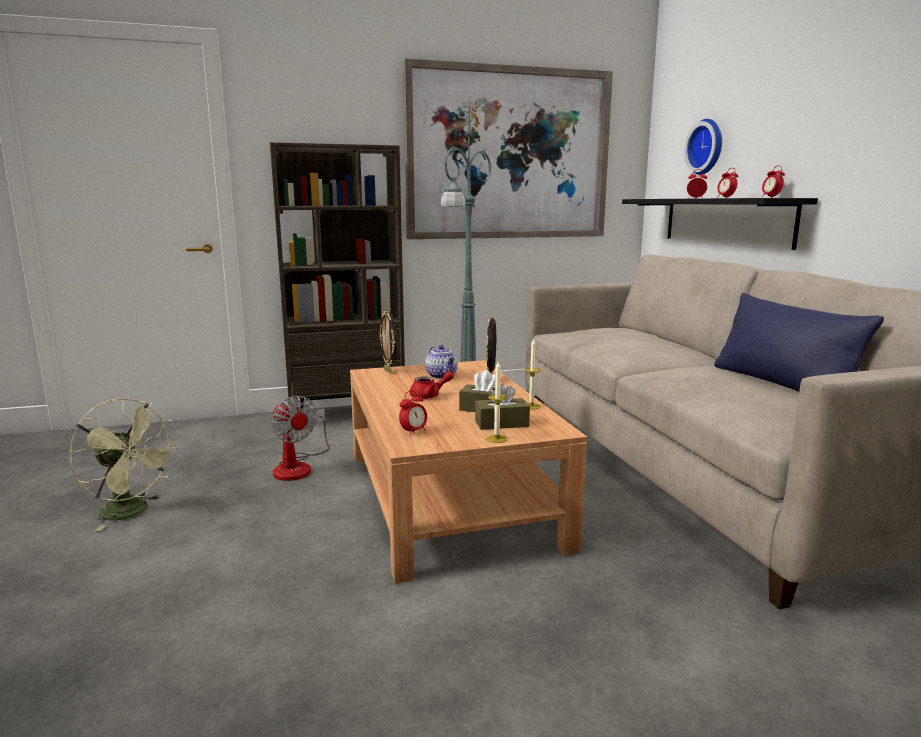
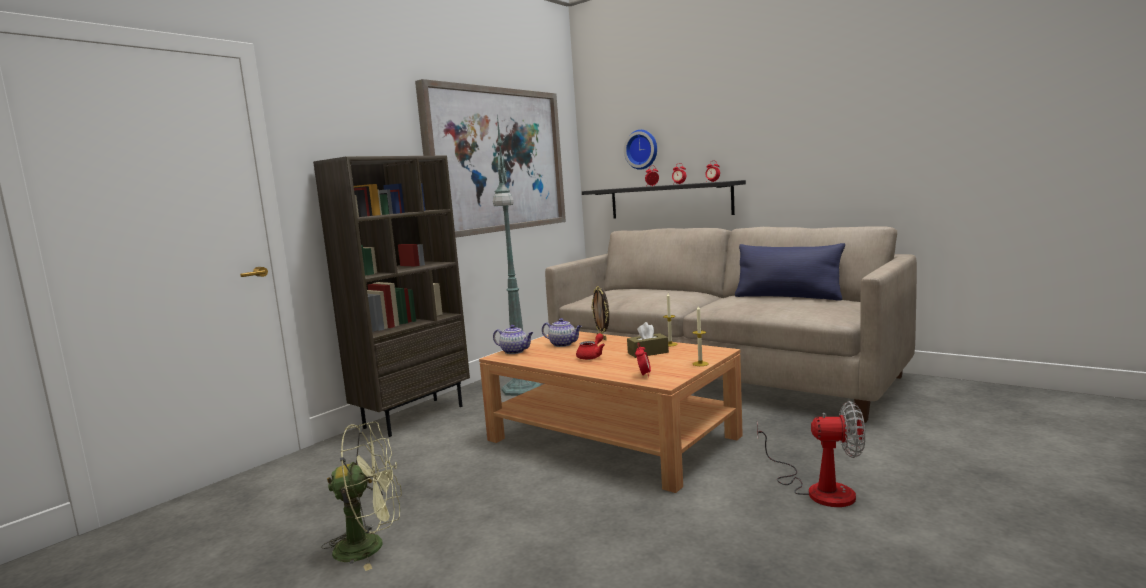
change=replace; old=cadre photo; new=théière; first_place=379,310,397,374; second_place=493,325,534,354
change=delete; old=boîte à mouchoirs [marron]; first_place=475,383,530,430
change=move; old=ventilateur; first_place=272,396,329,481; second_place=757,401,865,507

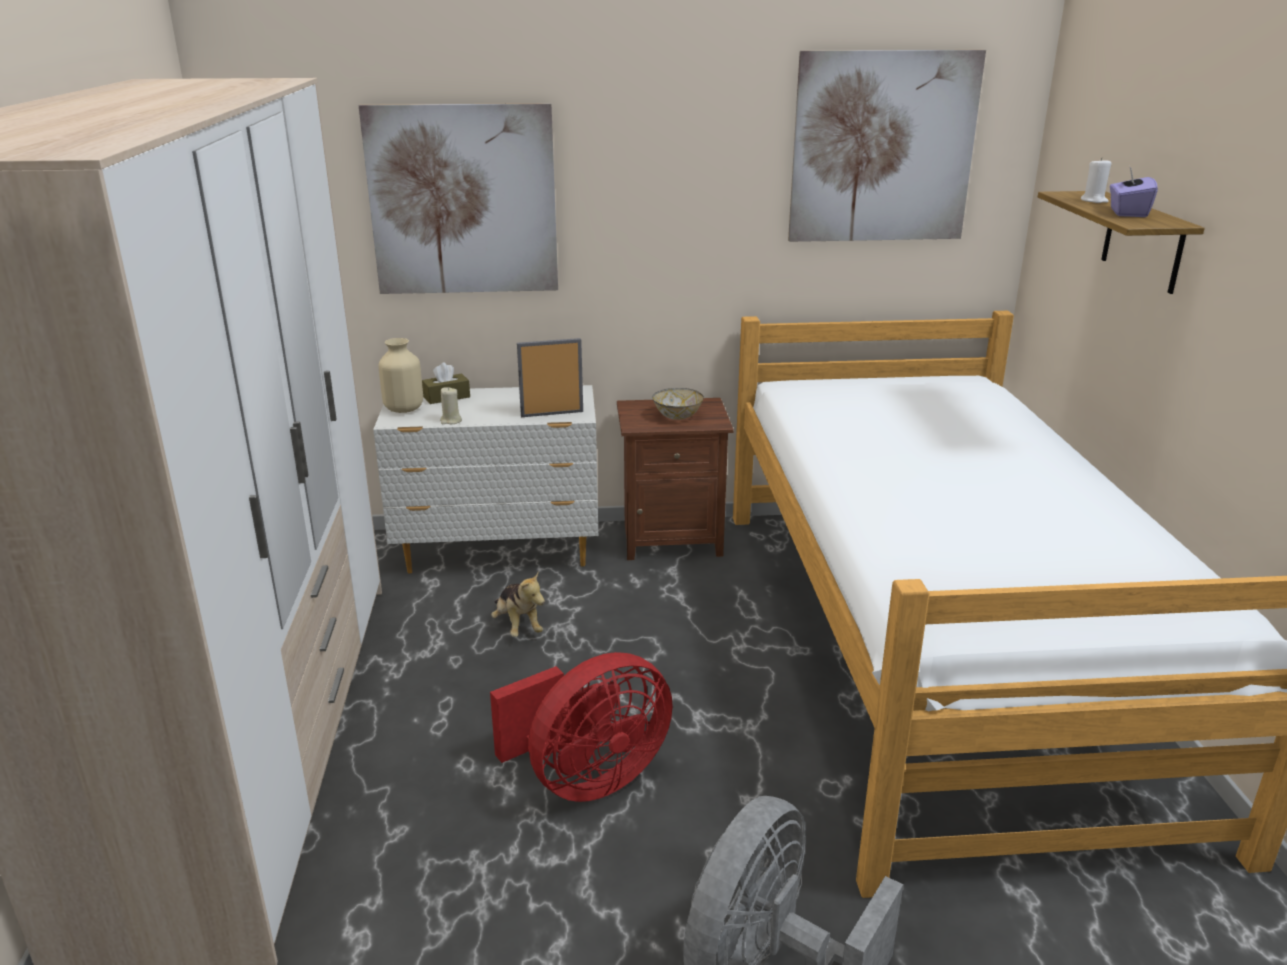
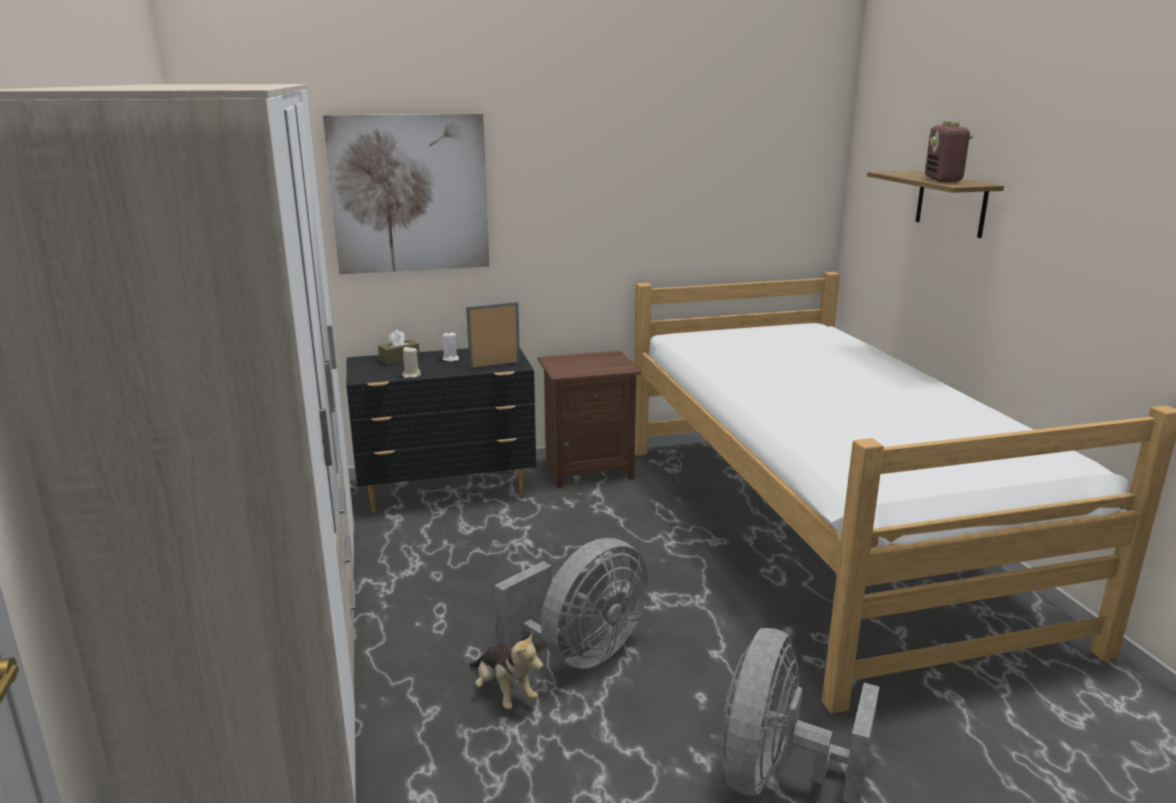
change=delete; old=tableau; first_place=788,50,986,242
change=move; old=bougie [blanc]; first_place=1081,157,1111,203; second_place=442,333,459,362
change=replace; old=boîte à mouchoirs [violet]; new=radio; first_place=1110,165,1158,217; second_place=925,121,973,182
change=delete; old=vase [beige]; first_place=378,338,423,413
change=recolor; old=commode [blanc]; new=commode [noir]; first_place=373,385,598,573; second_place=346,349,536,513
change=delete; old=bol; first_place=652,388,704,420
change=move; old=peluche; first_place=491,572,545,637; second_place=470,631,543,709
change=recolor; old=ventilateur [rouge]; new=ventilateur [gris]; first_place=490,652,673,802; second_place=495,538,648,669

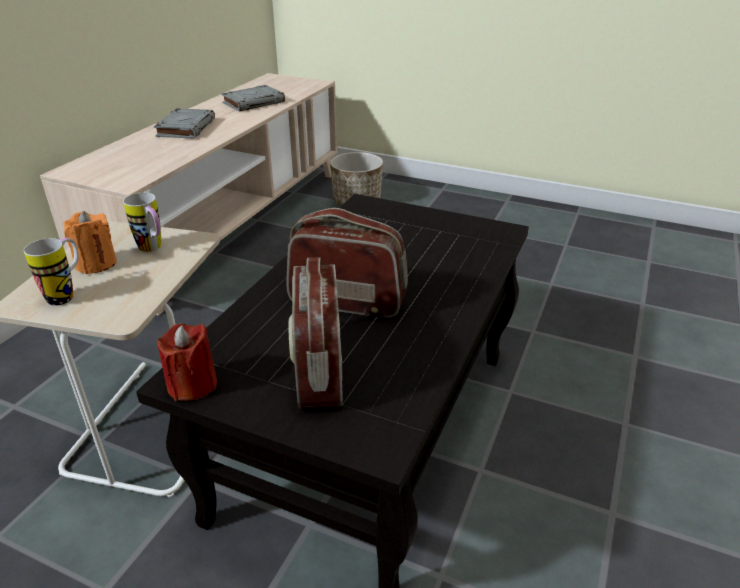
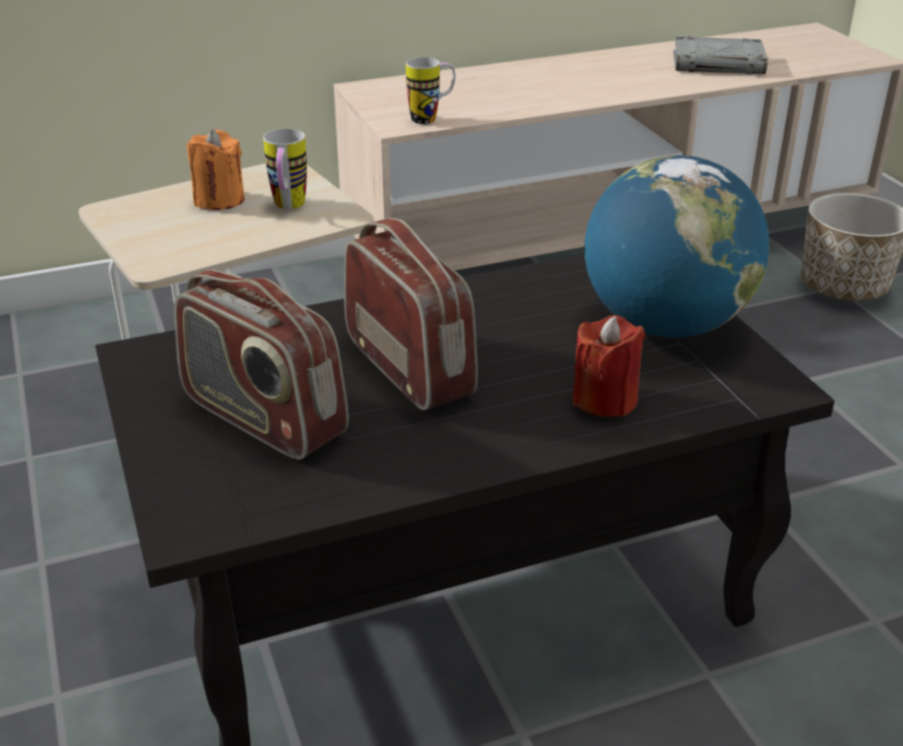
change=delete; old=livre [gris]; first_place=154,108,215,138
change=move; old=mug; first_place=24,238,79,306; second_place=406,57,455,124
change=rotate; old=radio; first_place=289,258,343,409; second_place=174,269,349,460; degrees=-90
change=move; old=bougie [rouge]; first_place=157,323,217,401; second_place=572,315,645,417
change=insert; new=globe; second_place=584,155,769,338

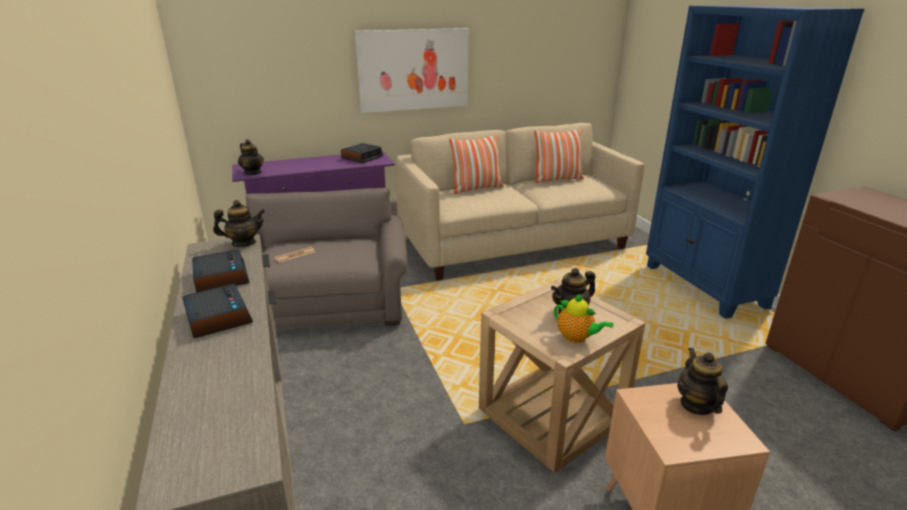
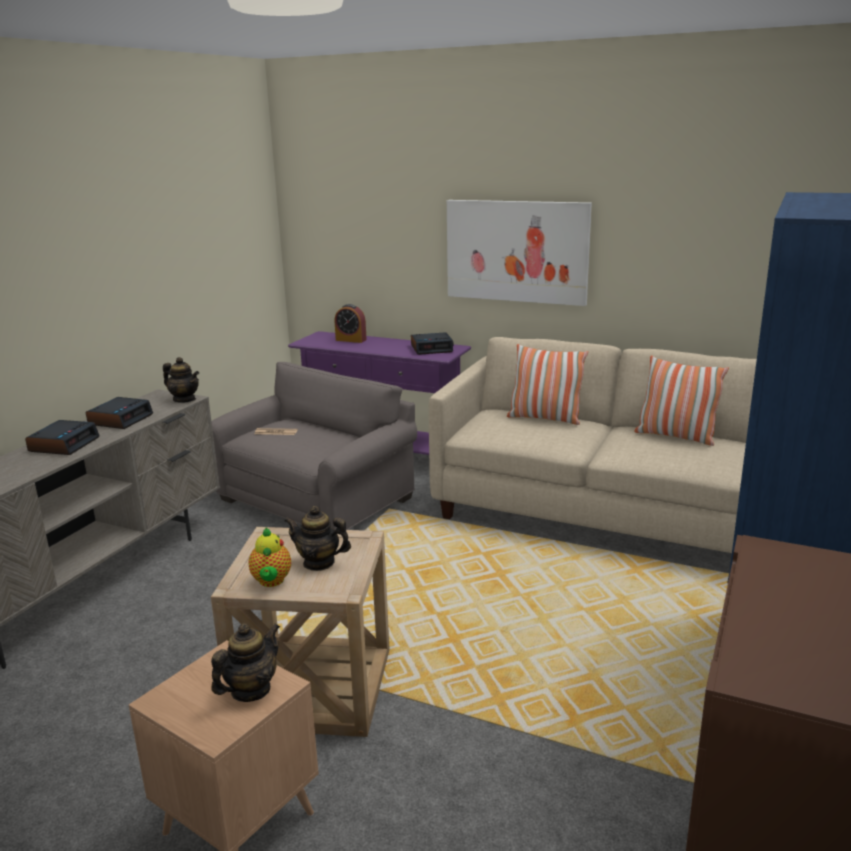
change=delete; old=théière; first_place=238,139,264,175
change=insert; new=réveil; second_place=335,304,367,343

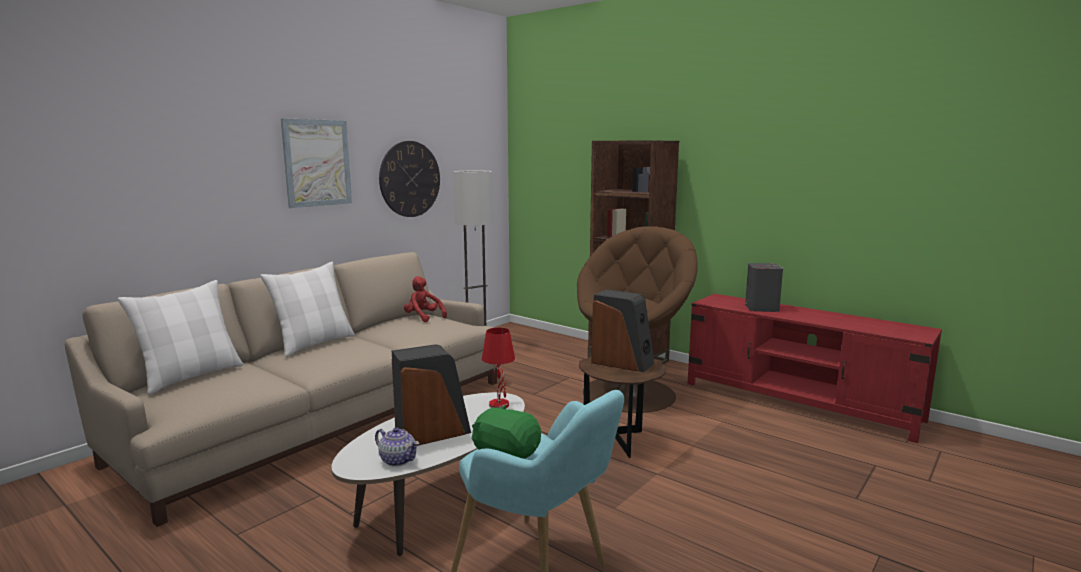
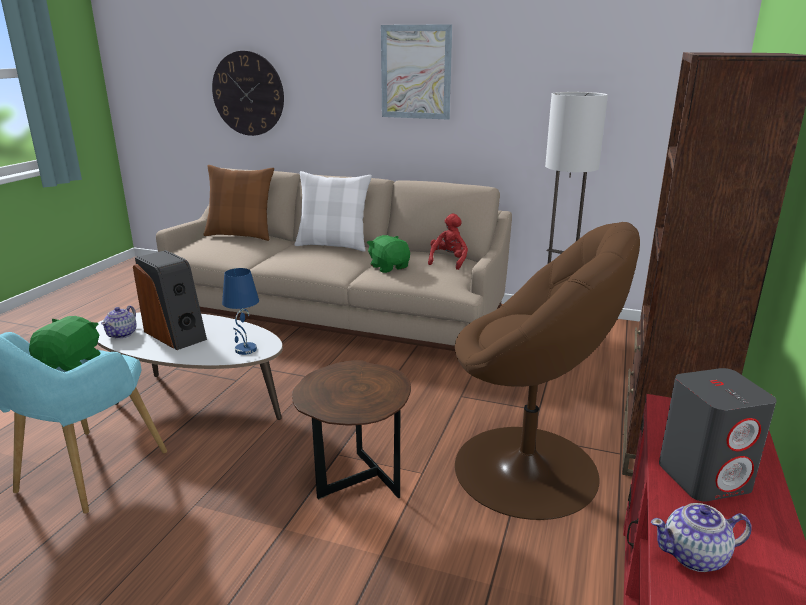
change=move; old=horloge murale; first_place=379,141,440,217; second_place=212,51,284,136
change=recolor; old=coussin [blanc]; new=coussin [marron]; first_place=117,280,244,395; second_place=203,165,274,241
change=delete; old=enceinte; first_place=591,289,654,372
change=recolor; old=lampe de table [rouge]; new=lampe de table [bleu]; first_place=482,328,515,408; second_place=222,268,259,355
change=insert; new=peluche [vert]; second_place=367,235,410,273
change=insert; new=théière; second_place=651,503,752,572

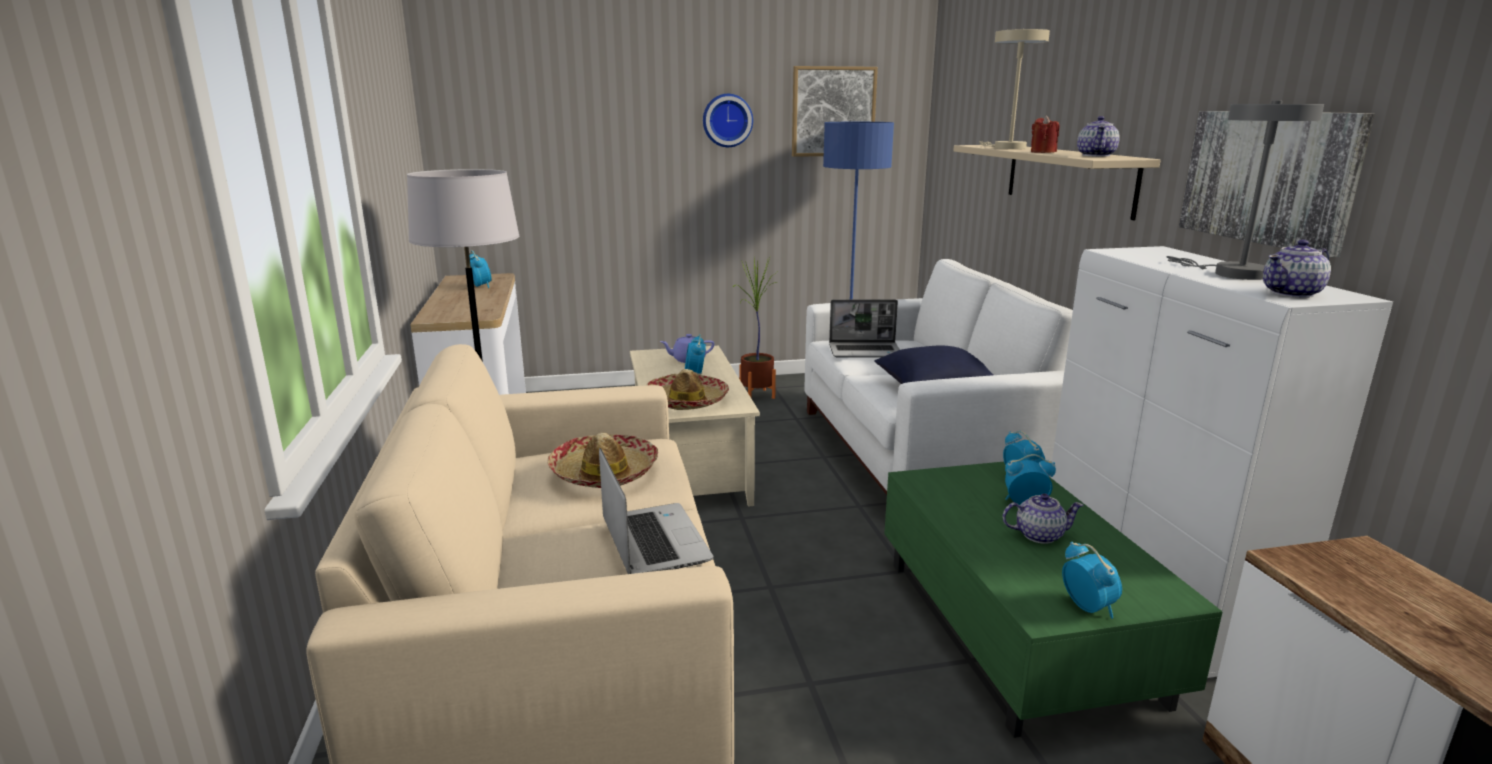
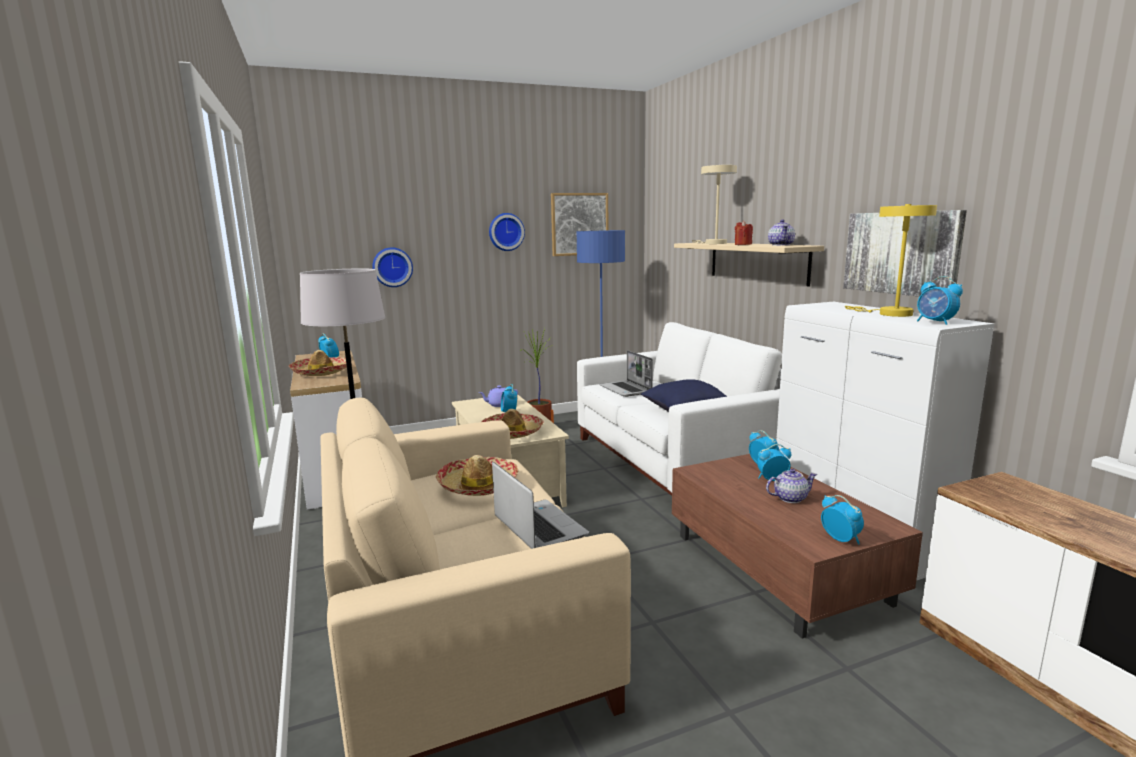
change=recolor; old=lampe de table [gris]; new=lampe de table [jaune]; first_place=1167,101,1324,280; second_place=845,204,937,317
change=replace; old=théière; new=réveil; first_place=1263,240,1331,298; second_place=917,276,963,325
change=rotate; old=ordinateur portable; first_place=829,300,900,358; second_place=599,350,653,397; degrees=75
change=recolor; old=table basse [vert]; new=table basse [marron]; first_place=884,462,1223,738; second_place=672,454,923,639
change=insert; new=horloge murale; second_place=372,247,413,287
change=insert; new=chapeau; second_place=289,350,347,376

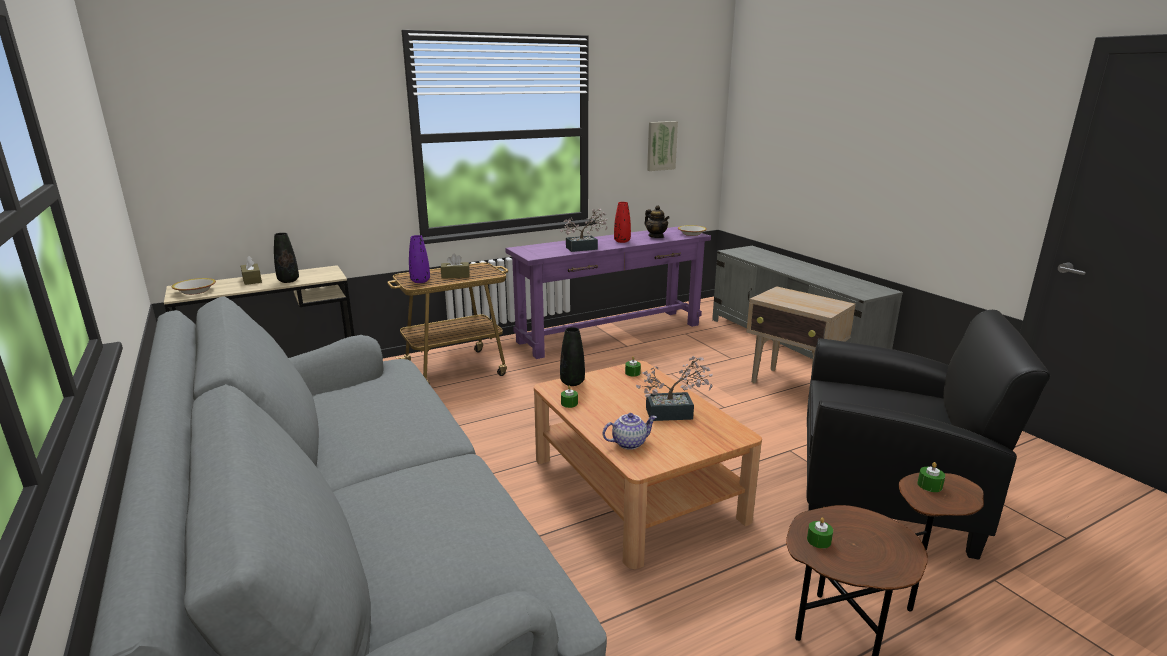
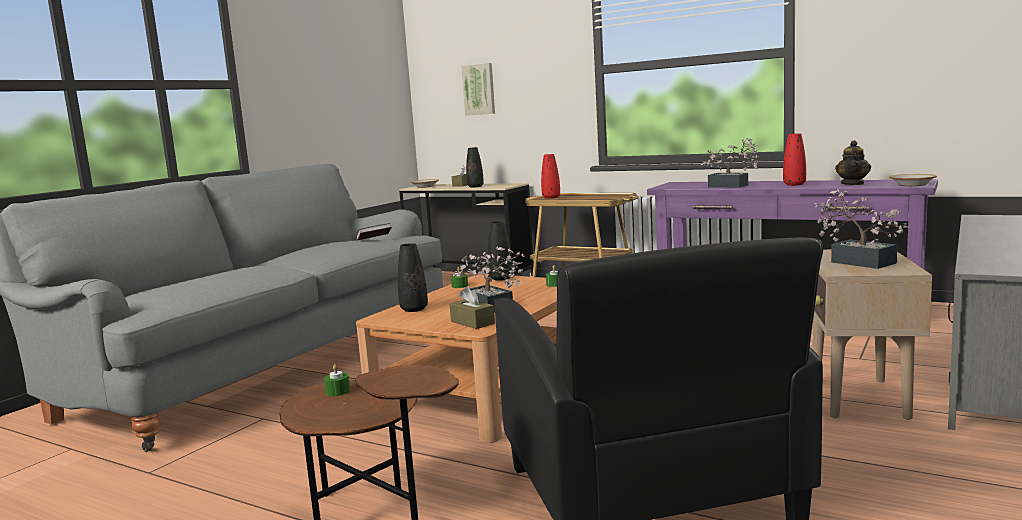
change=move; old=tableau; first_place=647,121,678,171; second_place=461,63,495,116
change=recolor; old=vase [violet]; new=vase [rouge]; first_place=409,235,430,283; second_place=541,154,560,199
change=move; old=boîte à mouchoirs [marron]; first_place=441,254,470,279; second_place=449,286,495,329
change=replace; old=théière; new=vase [noir]; first_place=603,413,657,450; second_place=398,243,428,312
change=delete; old=bougie [vert]; first_place=917,462,945,492
change=insert; new=plante en pot; second_place=814,189,910,269
change=insert; new=livre; second_place=356,223,392,240

